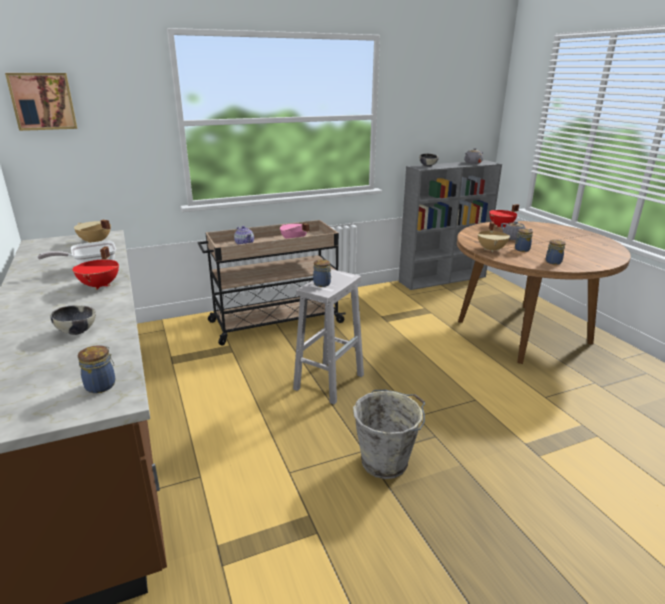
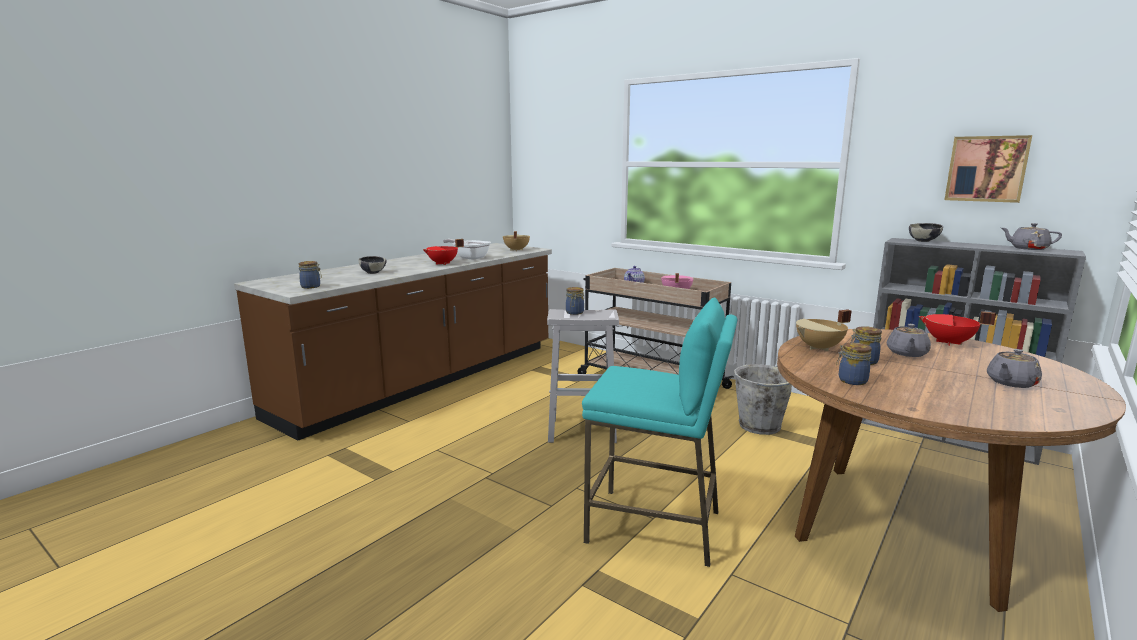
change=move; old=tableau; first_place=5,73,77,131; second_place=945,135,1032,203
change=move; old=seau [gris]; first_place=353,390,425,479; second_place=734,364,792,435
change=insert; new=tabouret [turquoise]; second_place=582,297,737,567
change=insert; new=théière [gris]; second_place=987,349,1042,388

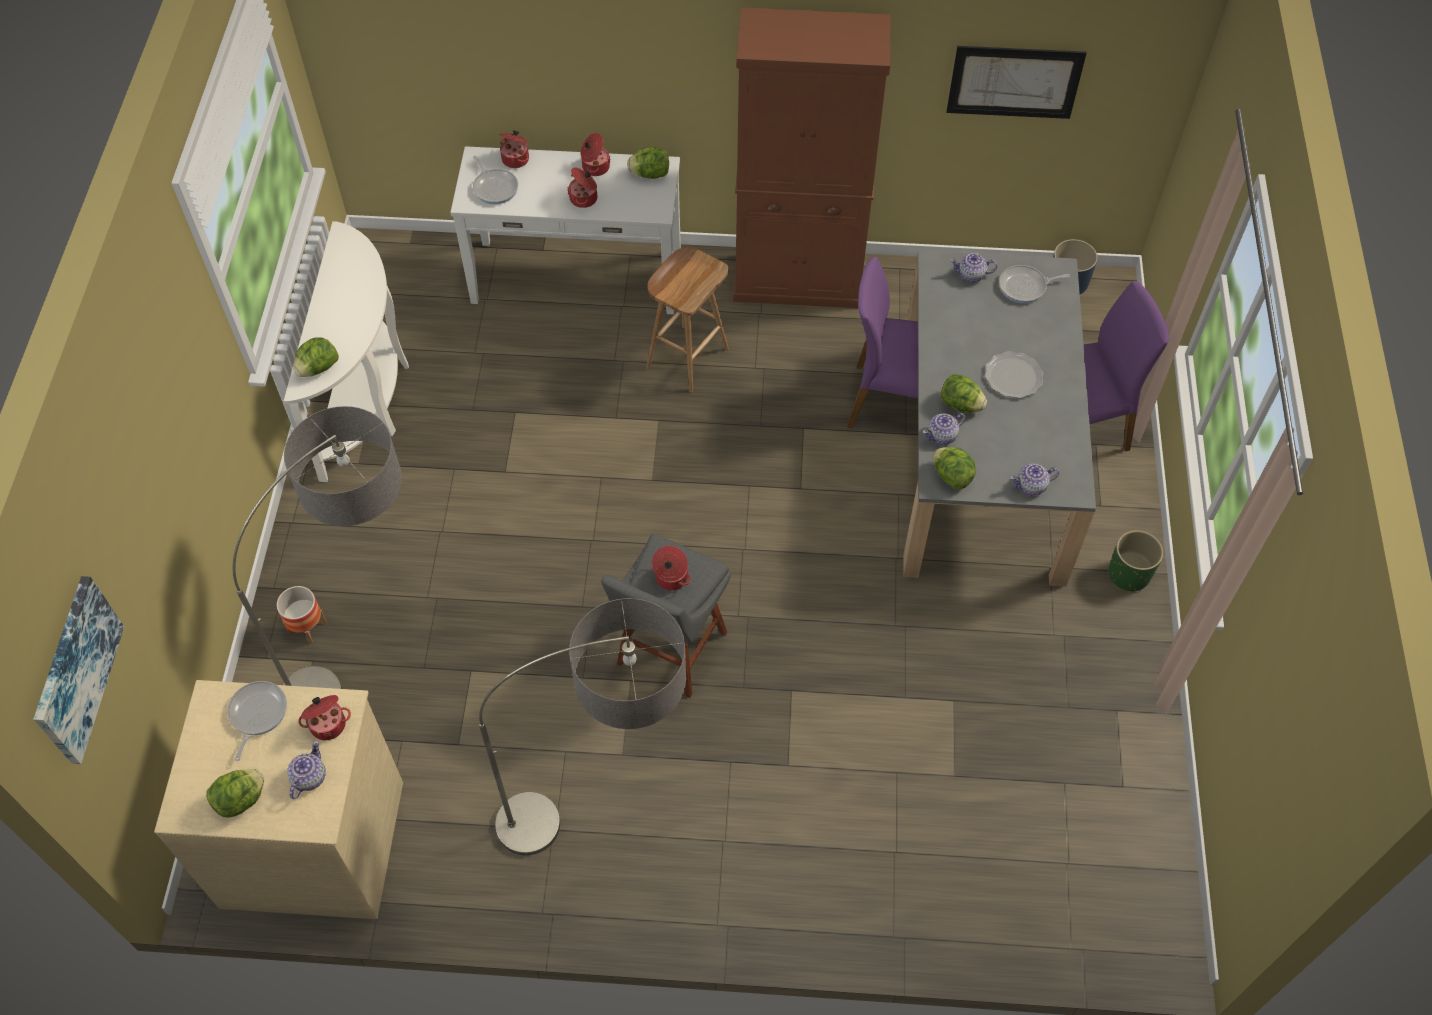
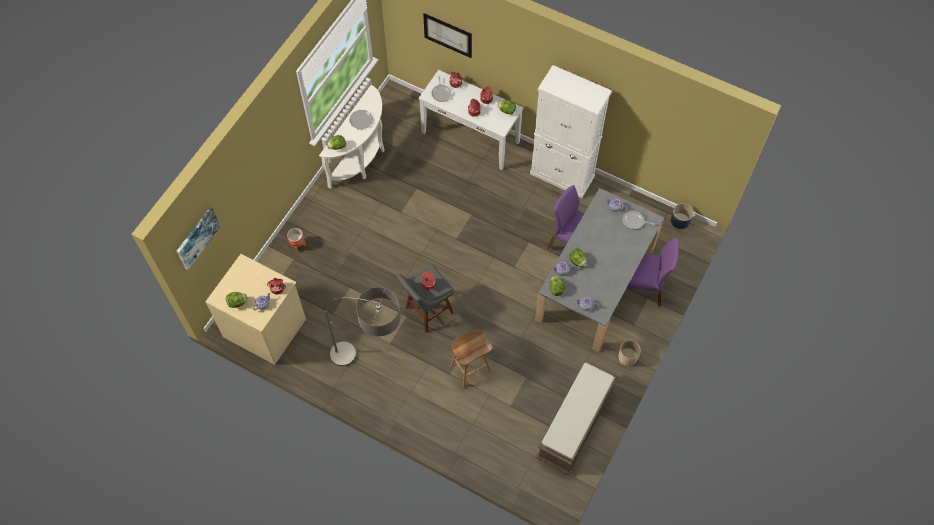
change=recolor; old=meuble de rangement [marron]; new=meuble de rangement [blanc]; first_place=733,8,891,308; second_place=530,65,612,198
change=move; old=tableau; first_place=946,46,1087,119; second_place=423,13,472,58
change=move; old=tabouret [marron]; first_place=646,247,729,392; second_place=450,329,493,388
change=move; old=assiette; first_place=985,351,1043,398; second_place=349,110,373,129
change=delete; old=lampadaire; first_place=233,406,402,689
change=recolor; old=cache-pot [vert]; new=cache-pot [beige]; first_place=1108,530,1163,592; second_place=618,340,641,366
change=delete; old=poêle; first_place=227,681,287,761
change=insert; new=banc [marron]; second_place=536,360,618,475

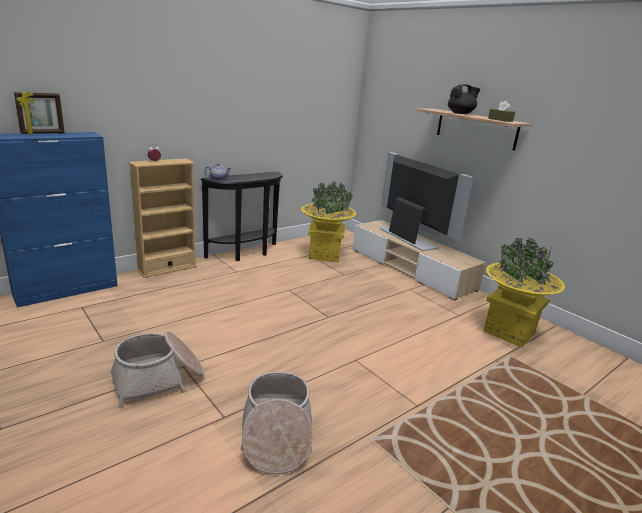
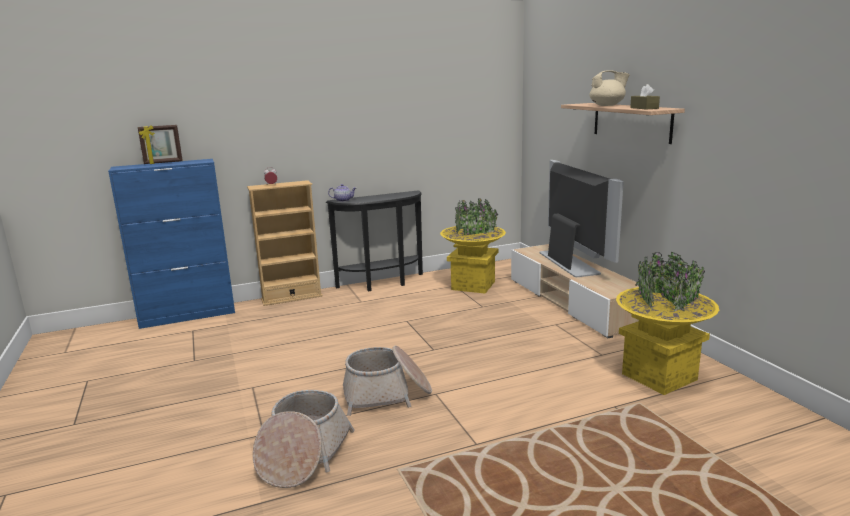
change=recolor; old=théière [noir]; new=théière [beige]; first_place=448,85,480,114; second_place=590,70,630,106
change=move; old=panier; first_place=111,331,205,408; second_place=343,345,432,416

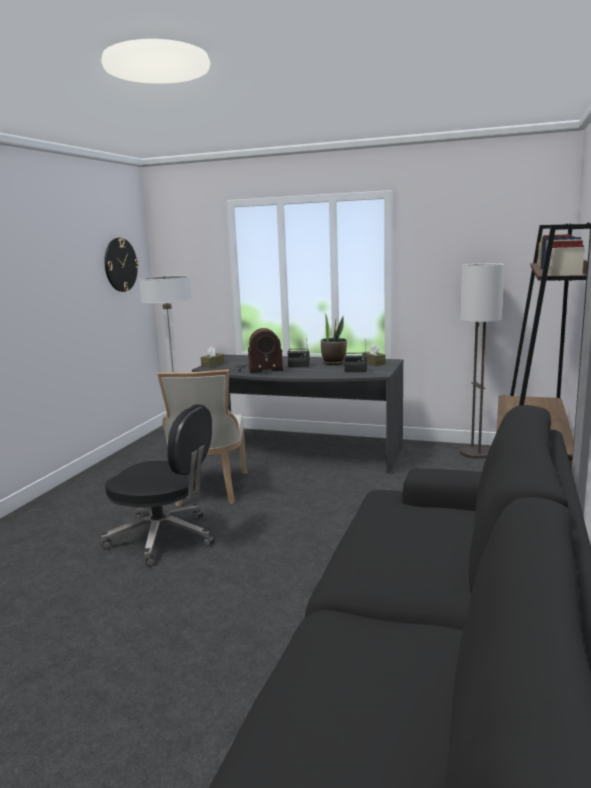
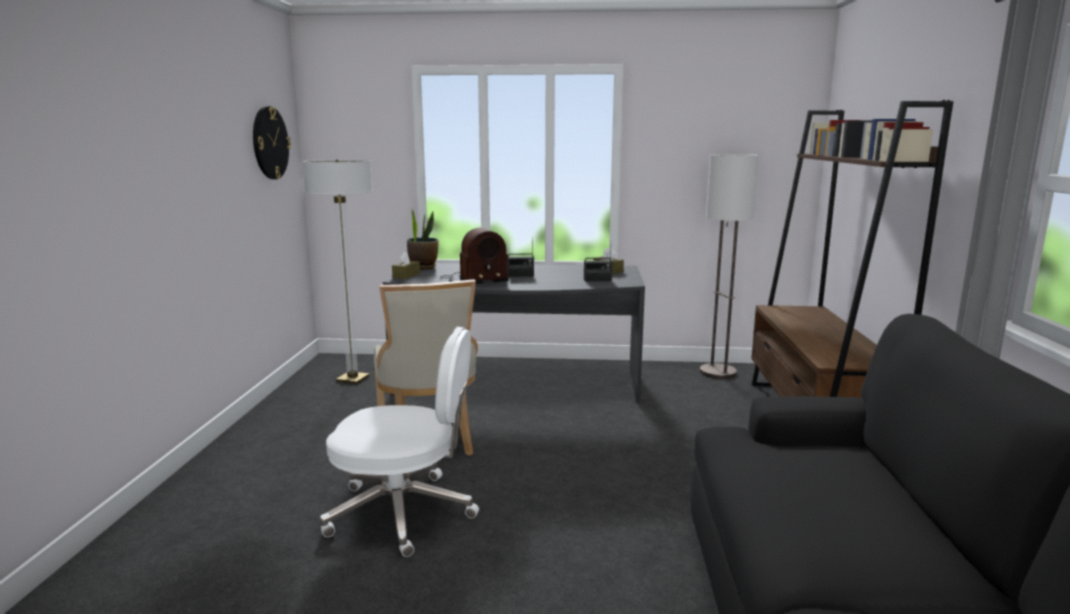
change=move; old=plante en pot; first_place=321,314,347,365; second_place=407,208,438,270
change=recolor; old=chaise de bureau [noir]; new=chaise de bureau [blanc]; first_place=101,404,214,567; second_place=320,327,479,557

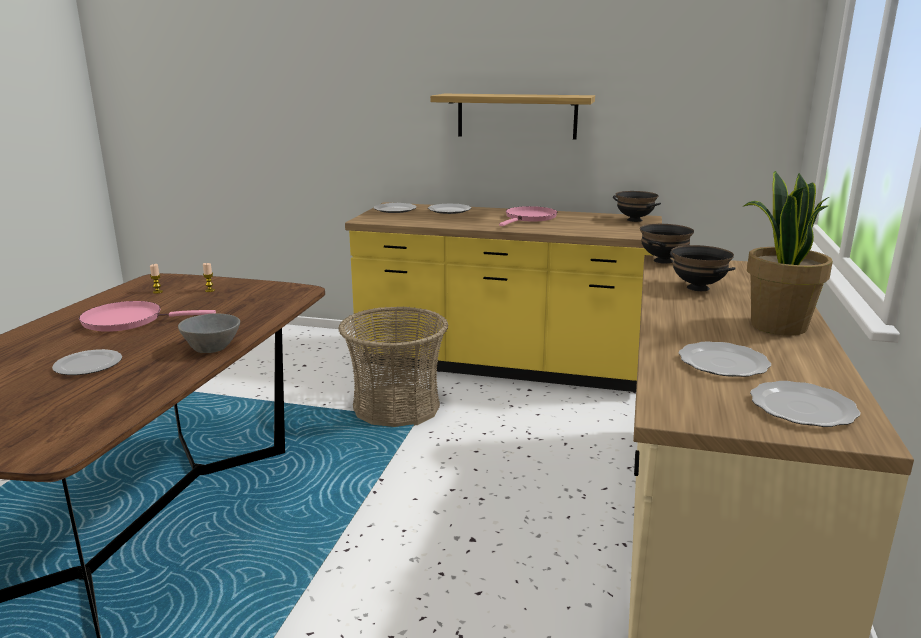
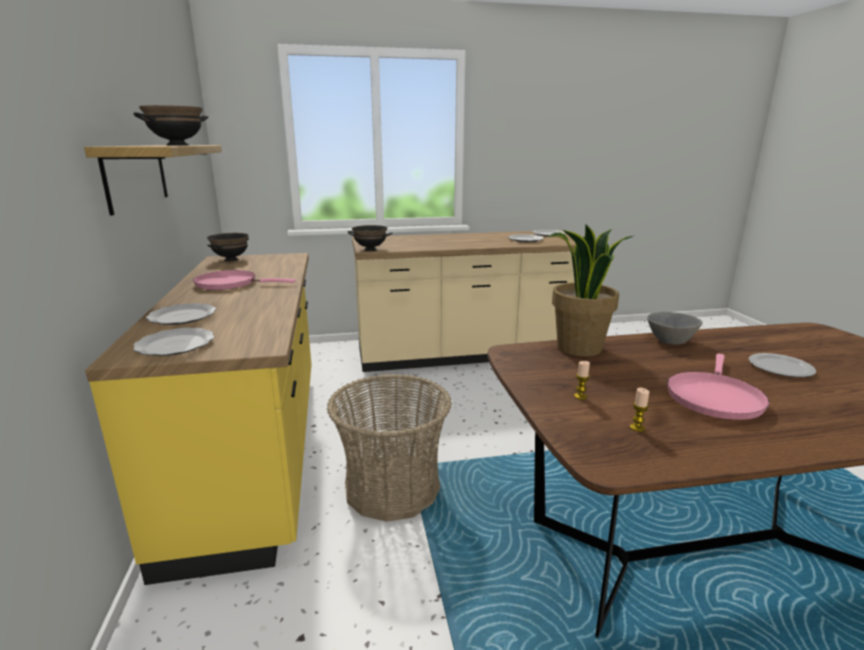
change=move; old=plante en pot; first_place=744,171,833,336; second_place=547,224,633,357
change=move; old=bol [noir]; first_place=670,245,736,291; second_place=133,105,208,145
change=rotate; old=poêle [rose]; first_place=79,301,216,332; second_place=667,353,769,420; degrees=60

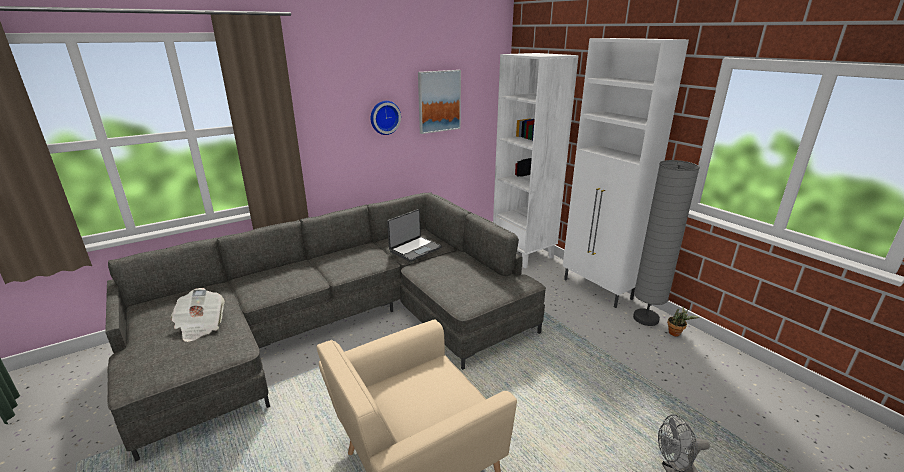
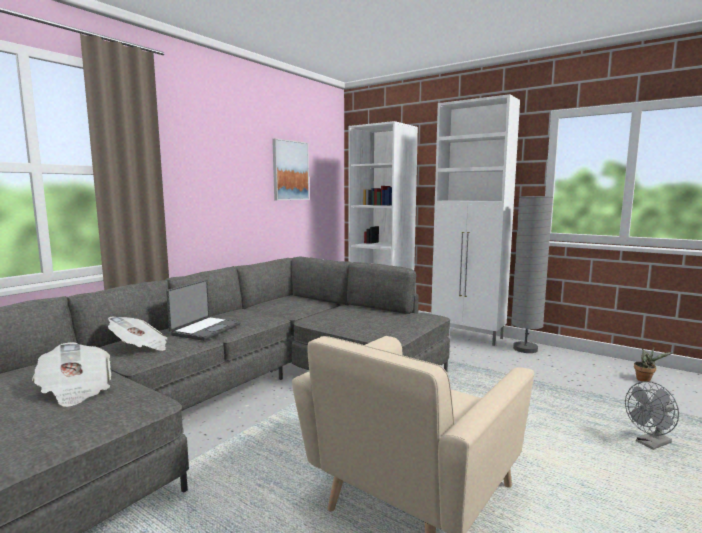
change=delete; old=horloge murale; first_place=371,101,401,135
change=move; old=ordinateur portable; first_place=387,209,442,262; second_place=166,280,241,341
change=move; old=plante en pot; first_place=667,307,699,337; second_place=634,347,674,382
change=insert; new=journal; second_place=108,317,167,351

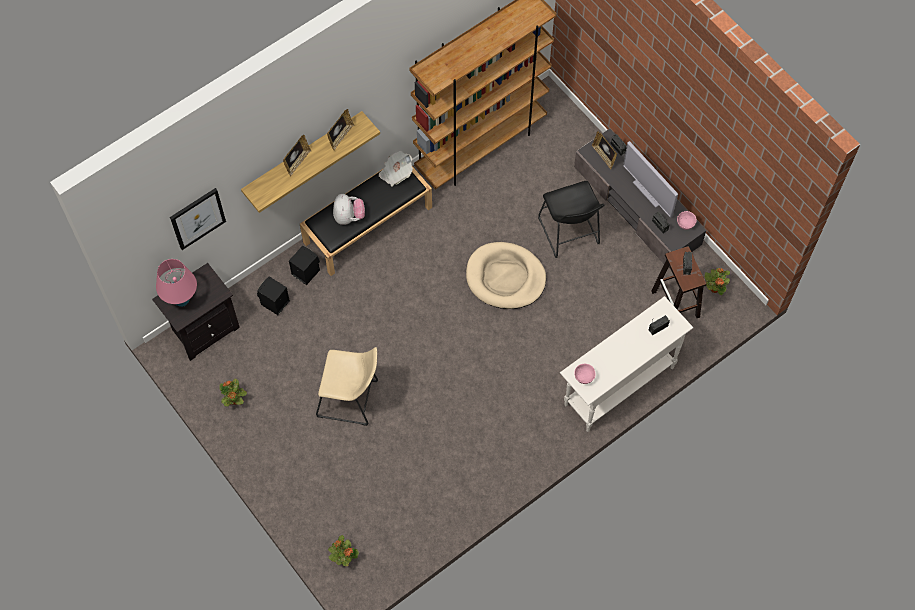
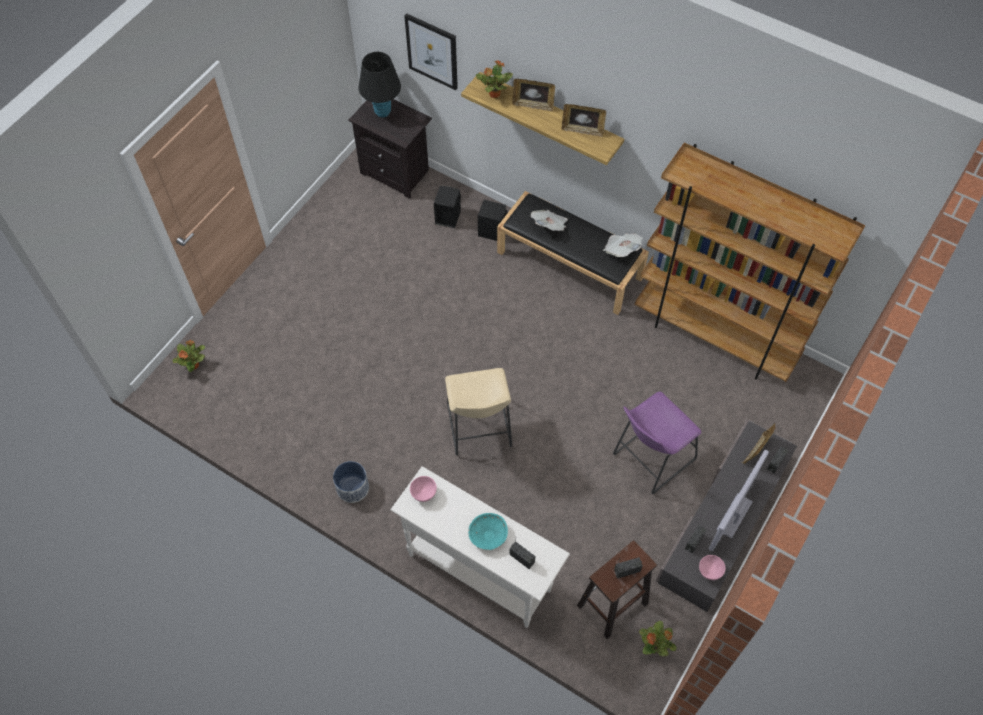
change=recolor; old=tabouret [noir]; new=tabouret [violet]; first_place=538,181,604,258; second_place=613,391,702,495
change=replace; old=peluche; new=journal; first_place=333,194,365,225; second_place=531,210,568,231
change=delete; old=panier pour chien [beige]; first_place=466,242,546,309
change=recolor; old=lampe de table [rose]; new=lampe de table [noir]; first_place=156,259,197,307; second_place=359,52,401,118
change=move; old=tabouret [beige]; first_place=316,347,378,426; second_place=445,368,512,456
change=move; old=plante en pot; first_place=219,379,247,406; second_place=476,60,513,98
change=insert; new=cache-pot; second_place=333,461,369,503
change=insert; new=bol [turquoise]; second_place=468,513,508,550

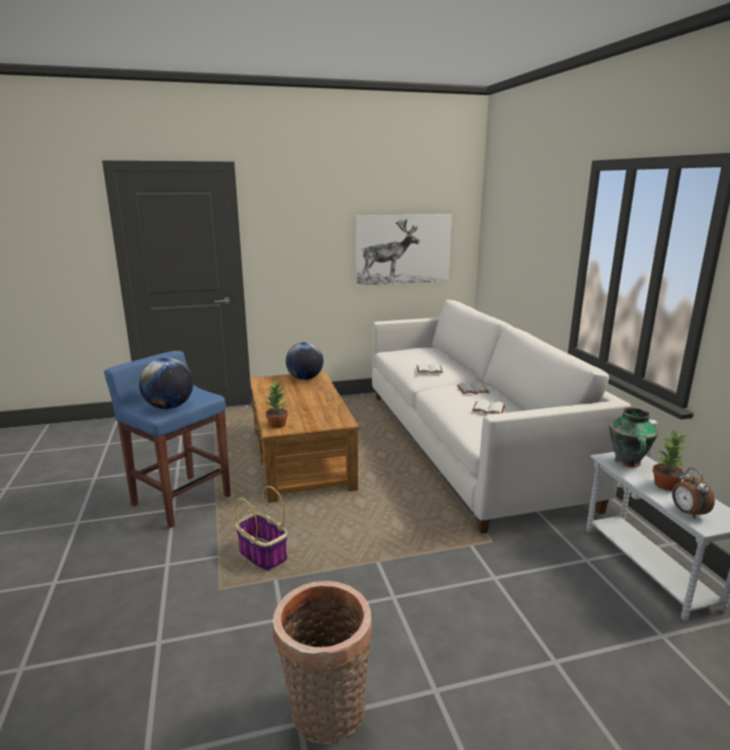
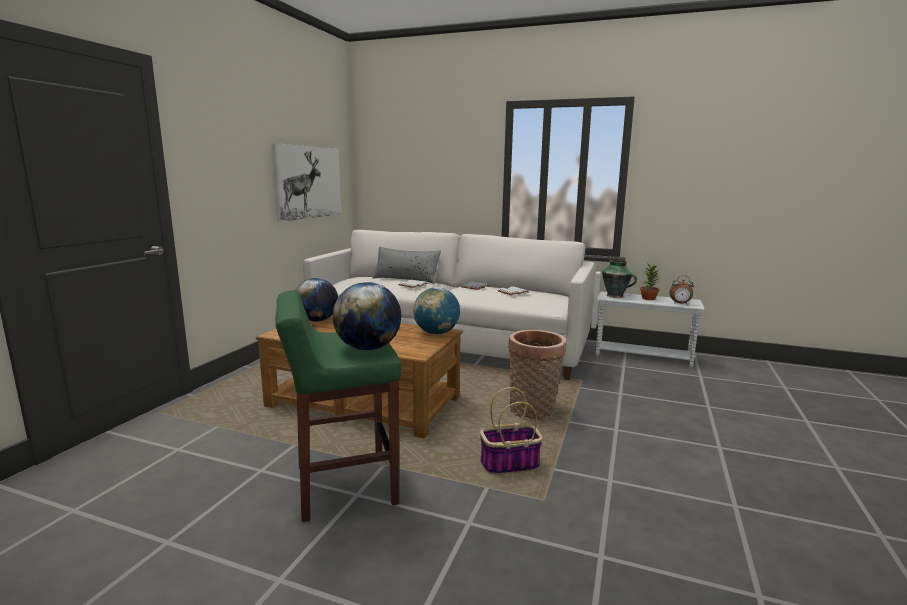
change=recolor; old=tabouret [bleu]; new=tabouret [vert]; first_place=104,351,231,528; second_place=275,290,401,522
change=delete; old=plante en pot; first_place=266,381,288,428
change=move; old=panier; first_place=273,581,372,744; second_place=508,330,567,420
change=insert; new=coussin [gris]; second_place=373,247,441,284
change=insert; new=globe; second_place=413,287,460,335

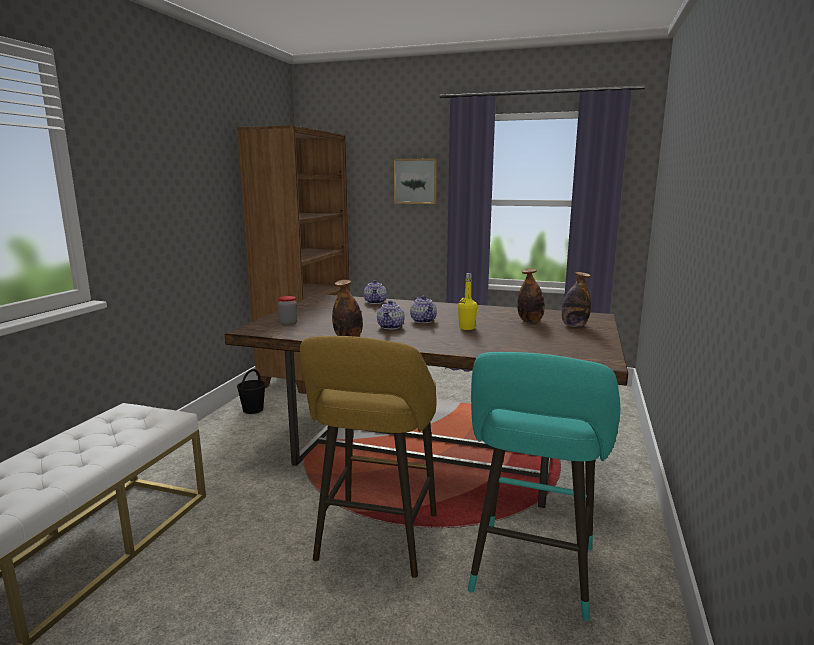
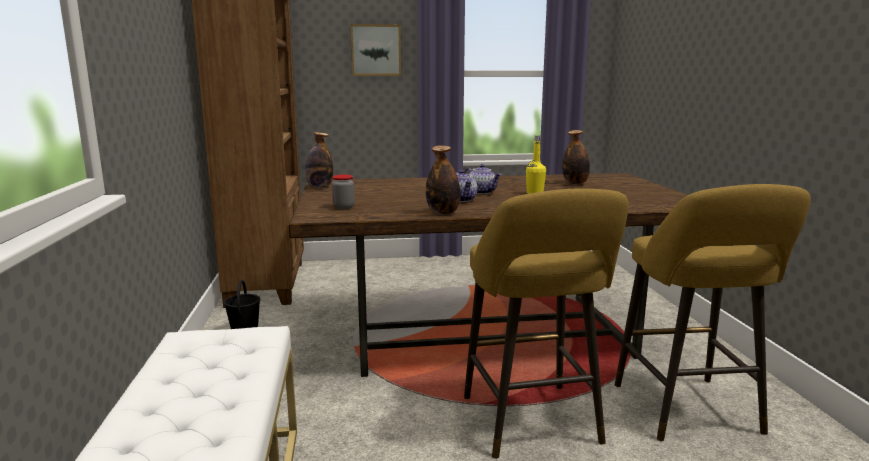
change=move; old=bouteille; first_place=561,272,591,327; second_place=305,132,333,188
change=delete; old=théière; first_place=364,280,387,304
change=recolor; old=tabouret [turquoise]; new=tabouret [jaune]; first_place=468,352,620,621; second_place=615,184,811,441

